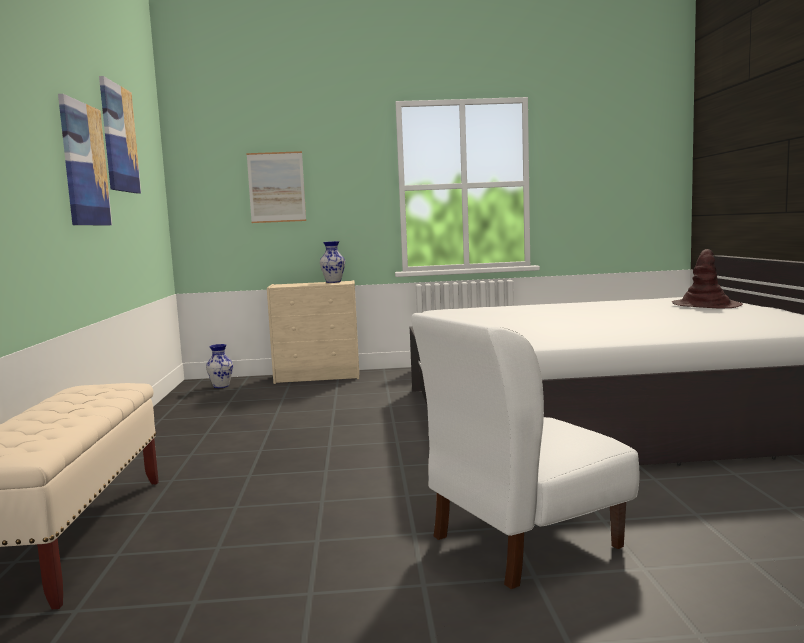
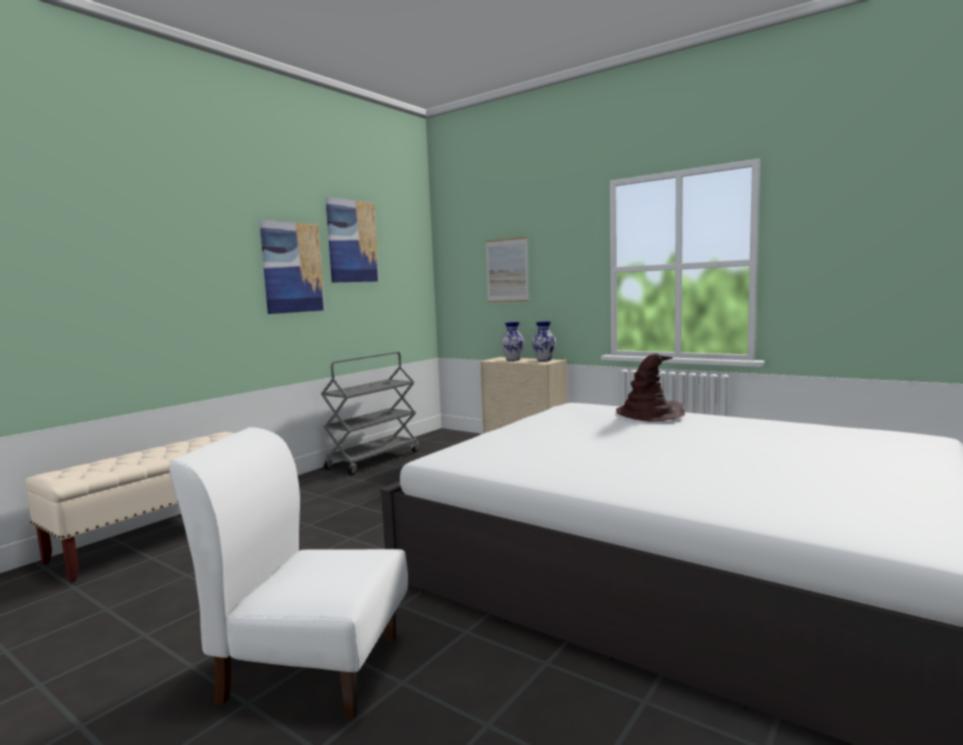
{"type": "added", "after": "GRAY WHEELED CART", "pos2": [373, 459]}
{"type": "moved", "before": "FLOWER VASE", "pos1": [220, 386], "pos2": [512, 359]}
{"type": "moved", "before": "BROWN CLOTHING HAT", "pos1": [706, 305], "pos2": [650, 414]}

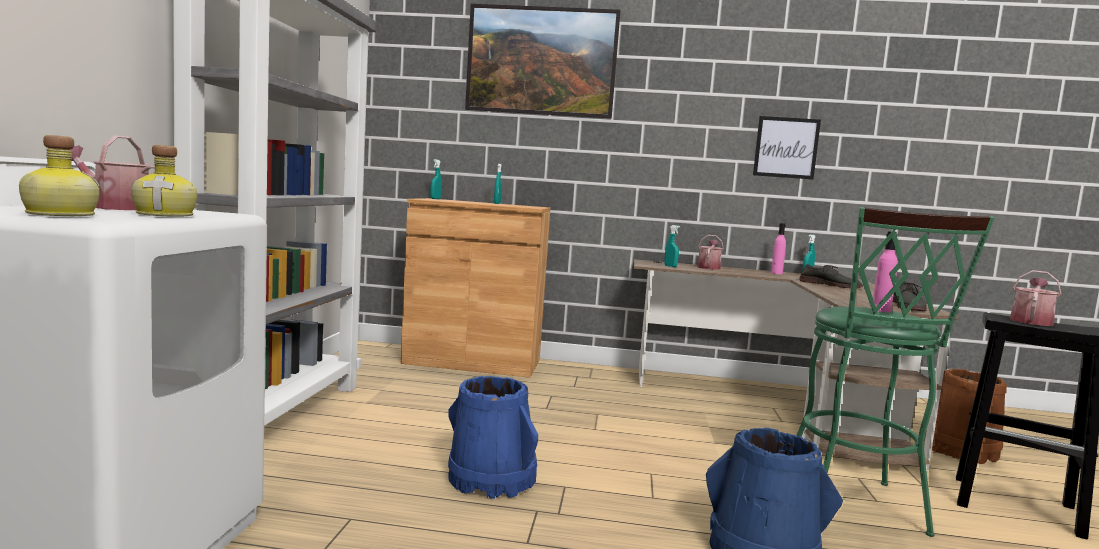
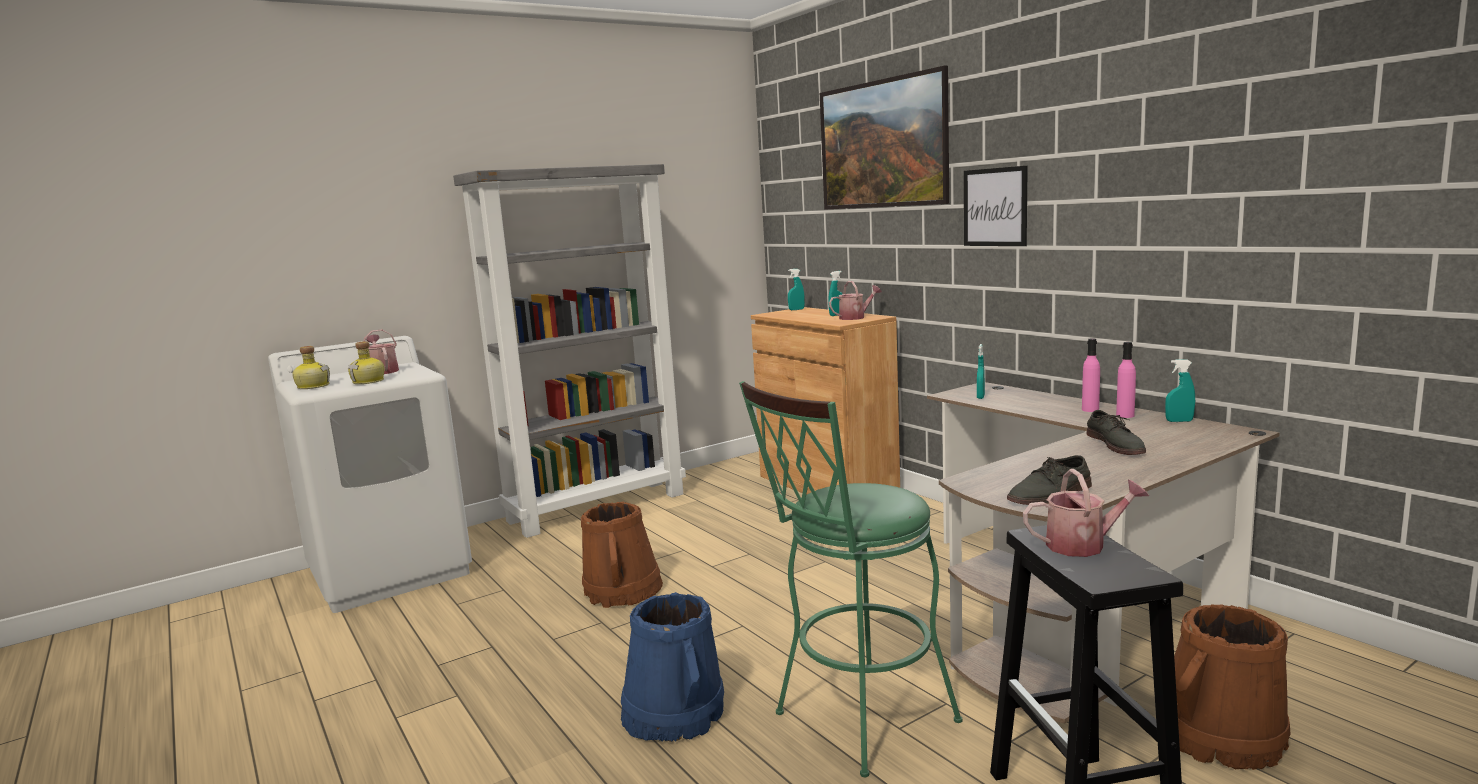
{"type": "recoloured", "before": "BLUE-COLOURED PAIL", "after": "BROWN PAIL", "pos1": [491, 478], "pos2": [623, 590]}
{"type": "moved", "before": "SPRINKLING CAN", "pos1": [709, 267], "pos2": [855, 317]}
{"type": "moved", "before": "WALL ART", "pos1": [786, 147], "pos2": [995, 207]}
{"type": "moved", "before": "PINK-COLOURED BOTTLE", "pos1": [881, 310], "pos2": [1090, 410]}

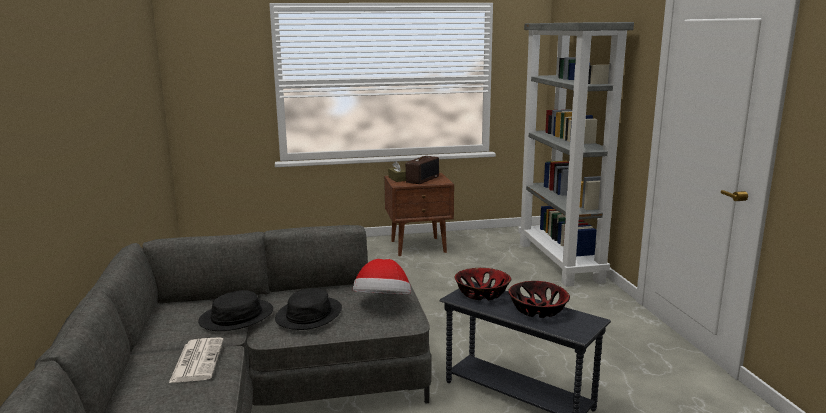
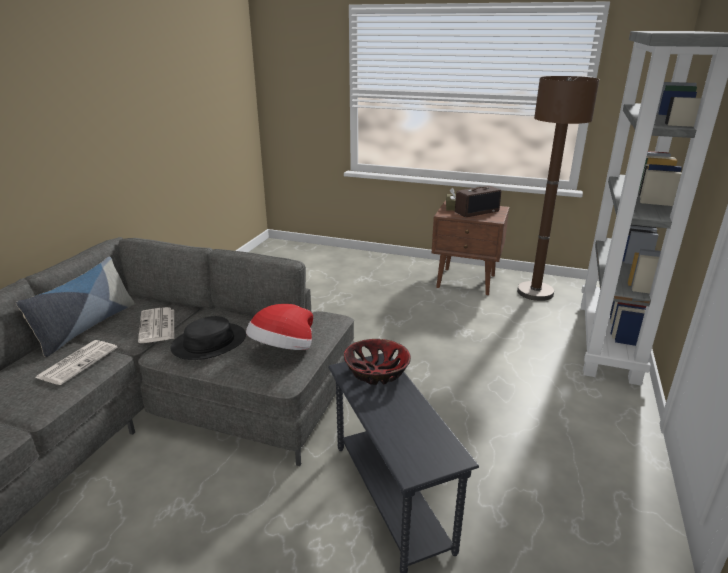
{"type": "added", "after": "CUSHION", "pos2": [86, 327]}
{"type": "replaced", "before": "BLACKISH CLOTHING HAT", "after": "PRINTED PAPER", "pos1": [236, 317], "pos2": [157, 326]}
{"type": "added", "after": "BROWN FLOOR LAMP", "pos2": [535, 292]}
{"type": "removed", "before": "BOWL", "pos1": [538, 310]}

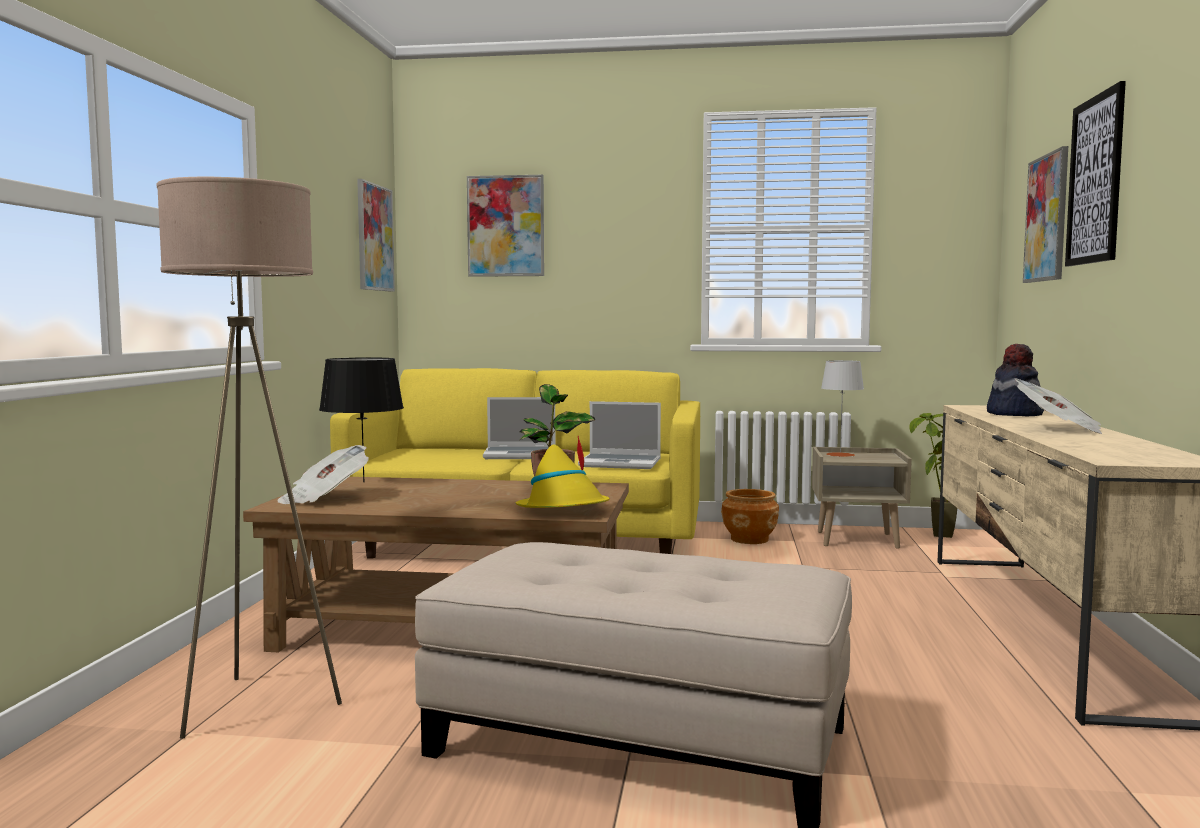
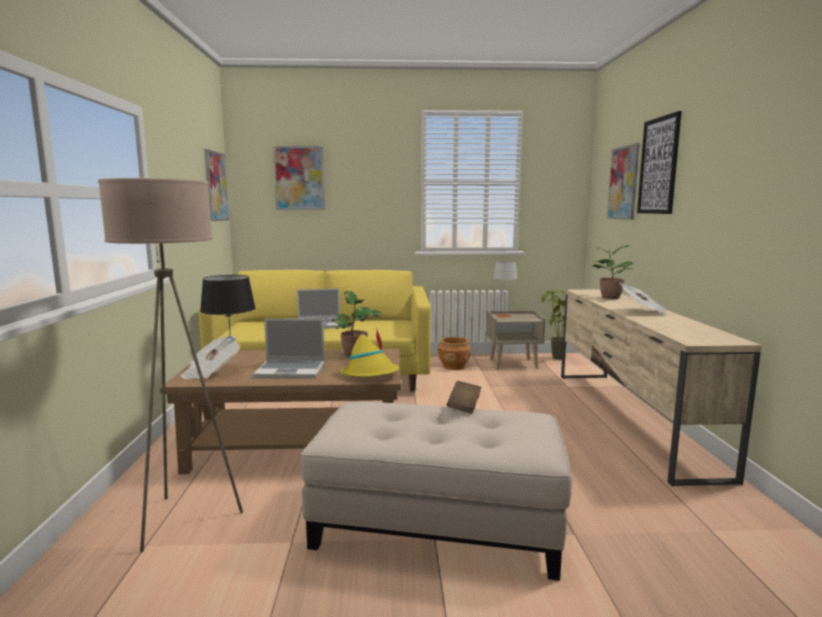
{"type": "moved", "before": "LAPTOP", "pos1": [621, 463], "pos2": [291, 370]}
{"type": "added", "after": "BROWN BOUND BOOK", "pos2": [464, 406]}
{"type": "replaced", "before": "CLOTHING HAT", "after": "POTTED PLANT", "pos1": [1013, 414], "pos2": [609, 297]}

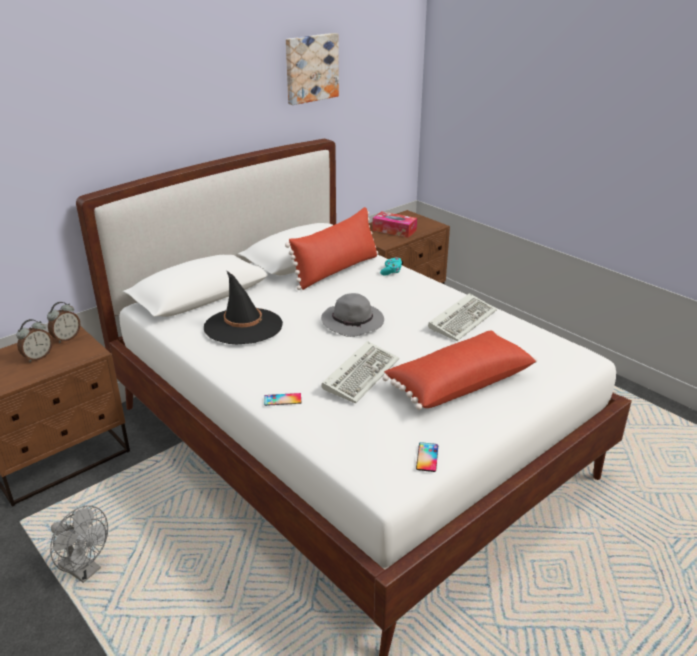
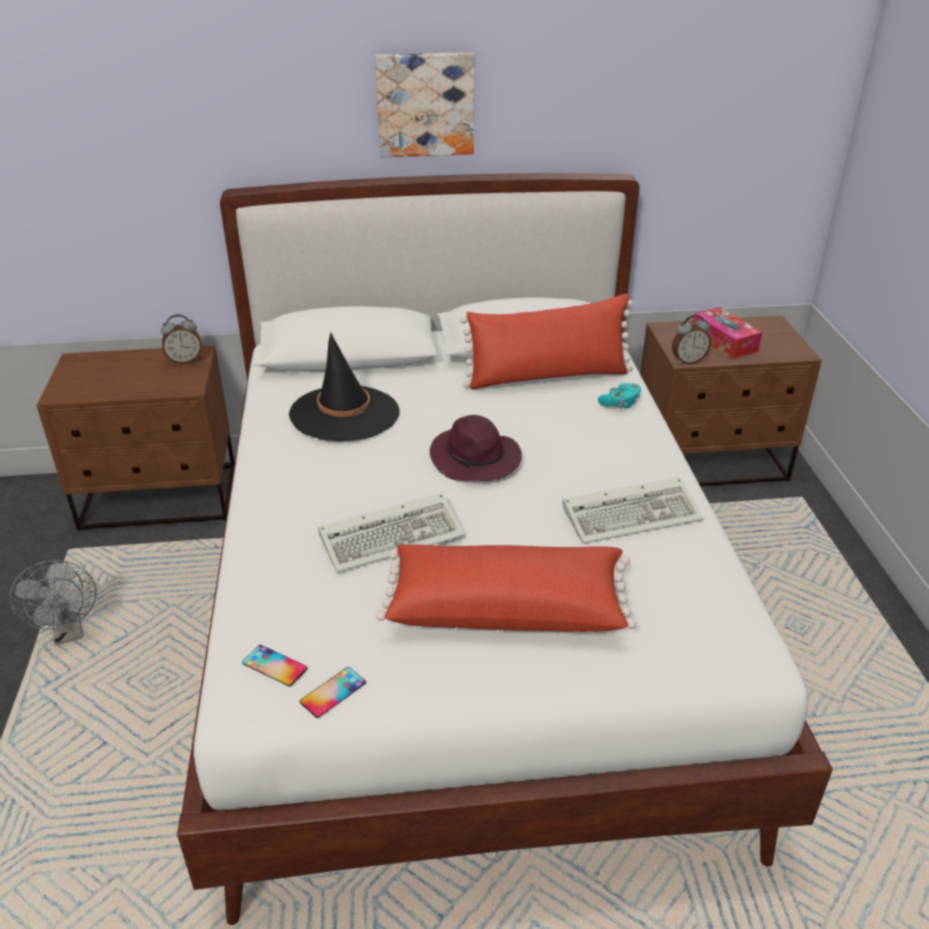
{"type": "moved", "before": "TELEPHONE", "pos1": [282, 399], "pos2": [274, 666]}
{"type": "moved", "before": "WALL ART", "pos1": [310, 68], "pos2": [425, 104]}
{"type": "recoloured", "before": "GRAY CLOTHING HAT", "after": "PURPLE CLOTHING HAT", "pos1": [353, 323], "pos2": [476, 460]}
{"type": "moved", "before": "TABLE CLOCK", "pos1": [38, 357], "pos2": [688, 361]}

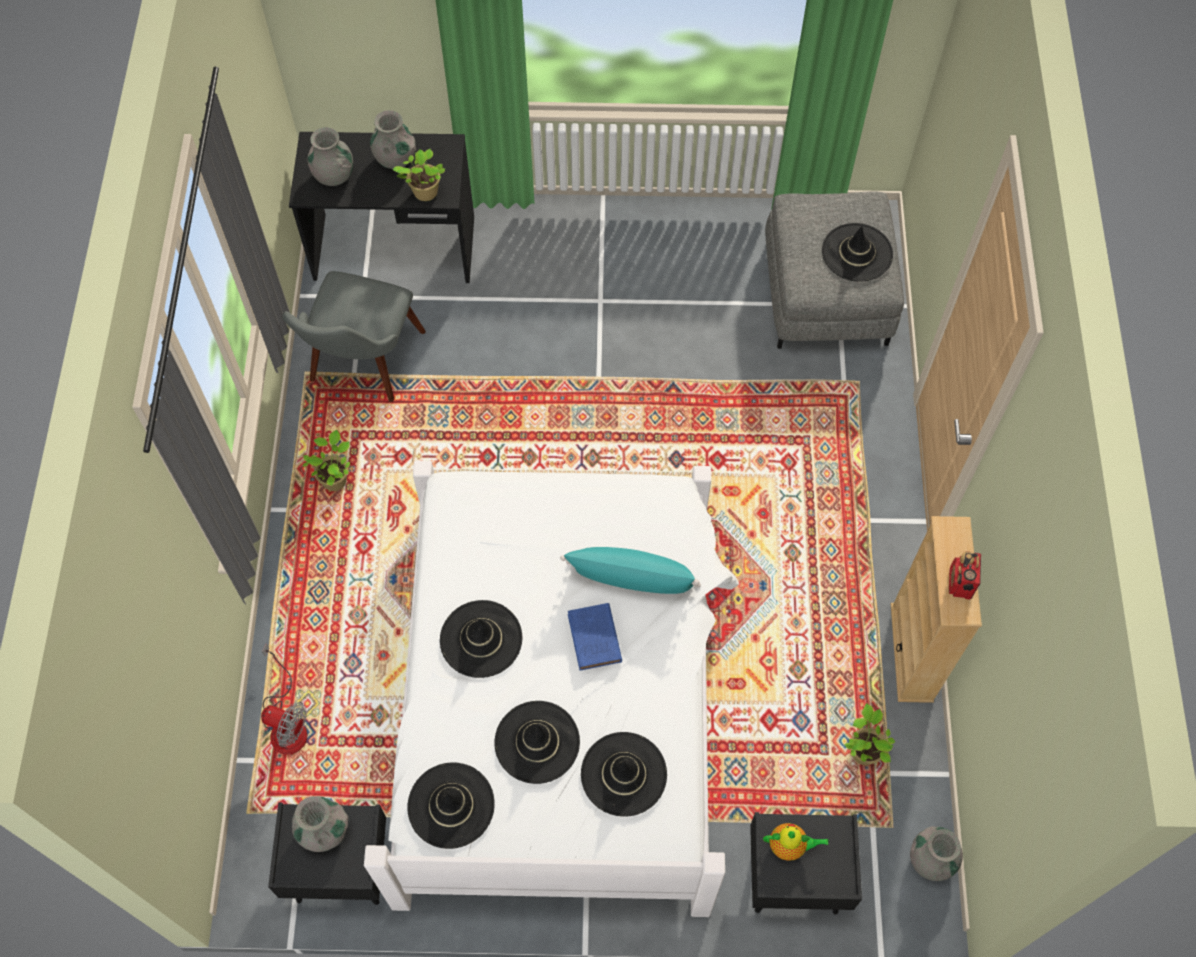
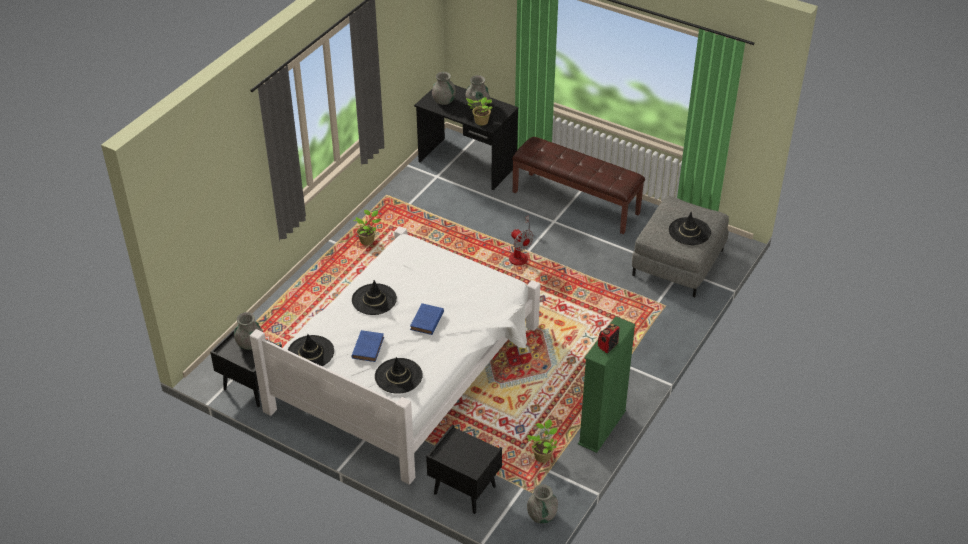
{"type": "replaced", "before": "BLACKISH CLOTHING HAT", "after": "BLUE-COLOURED BOUND BOOK", "pos1": [537, 742], "pos2": [368, 347]}
{"type": "moved", "before": "FAN", "pos1": [286, 723], "pos2": [520, 254]}
{"type": "added", "after": "BROWN LONG SEAT", "pos2": [576, 202]}
{"type": "recoloured", "before": "BEIGE BOOKCASE", "after": "GREEN BOOKCASE", "pos1": [912, 652], "pos2": [602, 427]}
{"type": "removed", "before": "GRAY CHAIR", "pos1": [361, 368]}
{"type": "removed", "before": "TURQUOISE-COLOURED CUSHION", "pos1": [631, 579]}
{"type": "removed", "before": "POT FOR TEA", "pos1": [789, 846]}

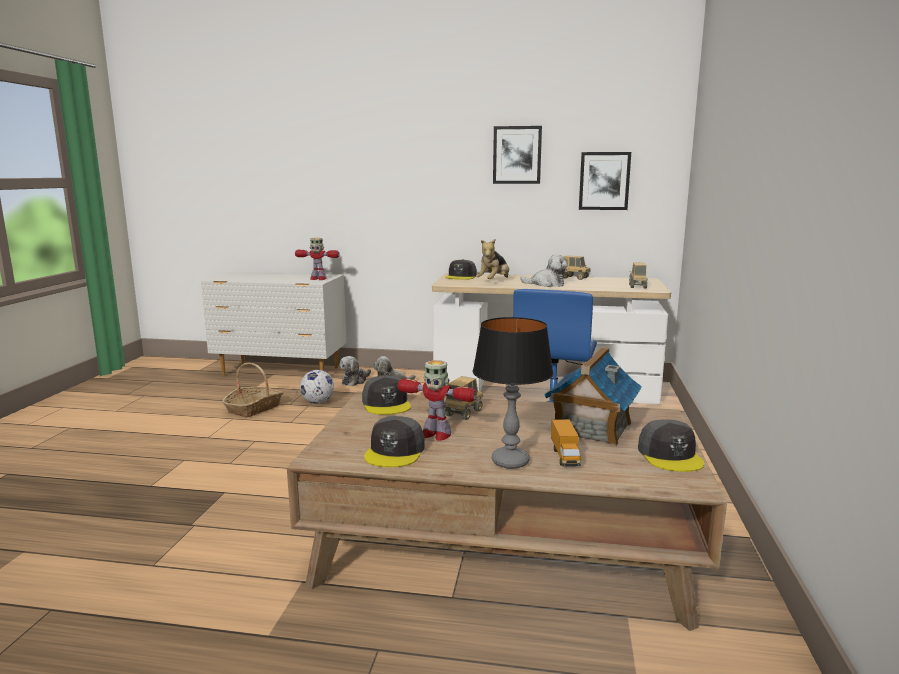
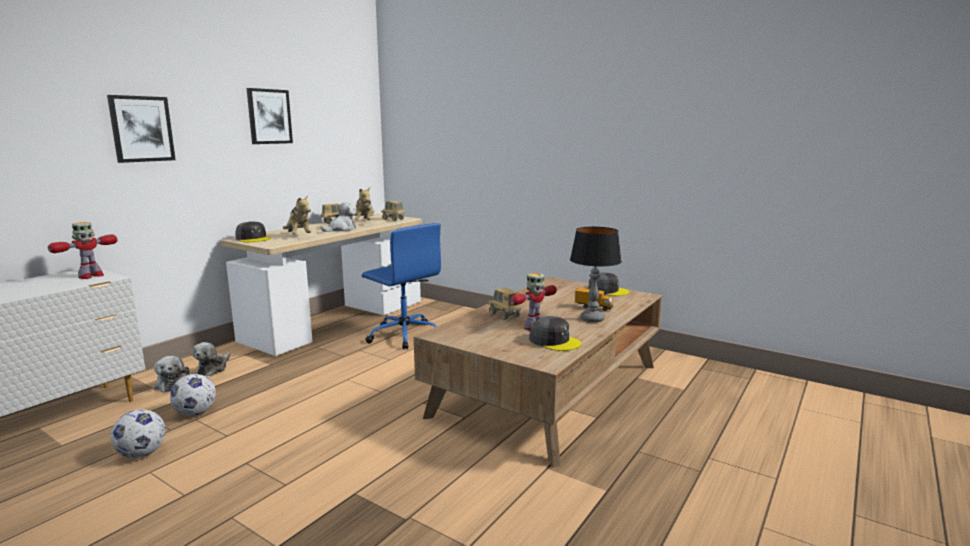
{"type": "moved", "before": "WALL ART", "pos1": [604, 181], "pos2": [141, 129]}
{"type": "replaced", "before": "STORAGE BASKET", "after": "FOOTBALL", "pos1": [254, 408], "pos2": [142, 453]}
{"type": "added", "after": "CUDDLY TOY", "pos2": [365, 222]}
{"type": "removed", "before": "GRAY CAP", "pos1": [386, 404]}
{"type": "removed", "before": "MODEL HOUSE", "pos1": [591, 428]}

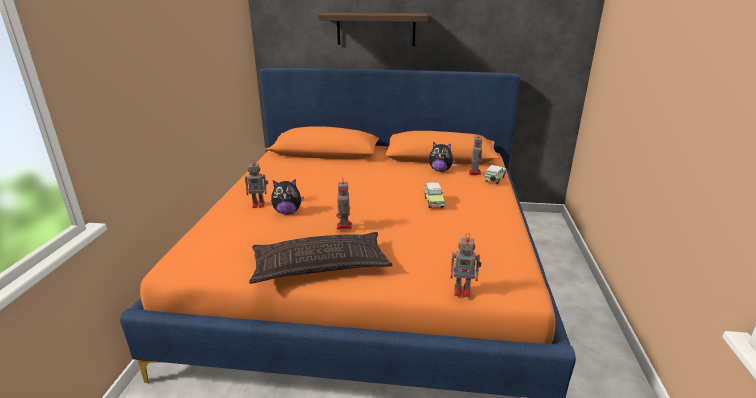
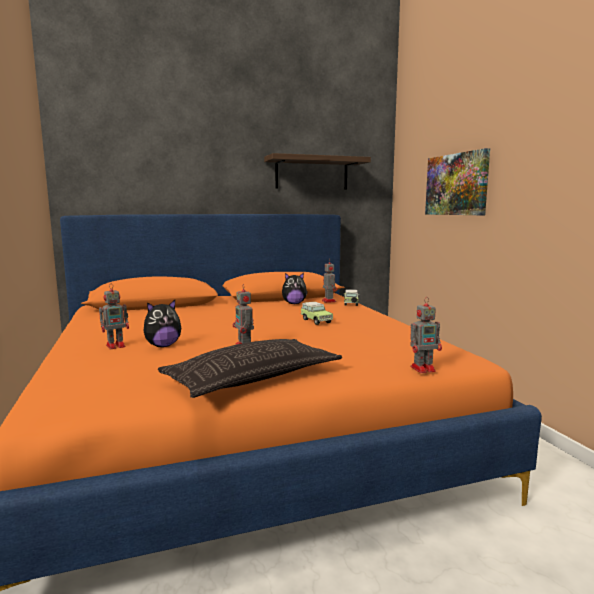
{"type": "moved", "before": "BRACKET SHELF", "pos1": [376, 29], "pos2": [311, 173]}
{"type": "added", "after": "WALL ART", "pos2": [456, 184]}

